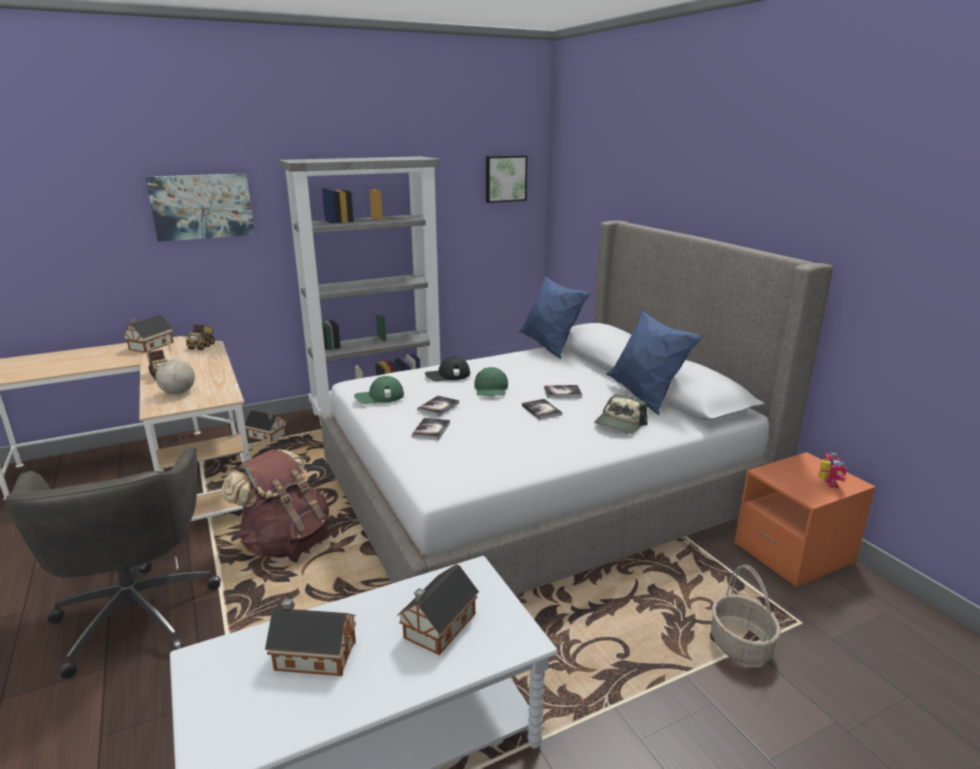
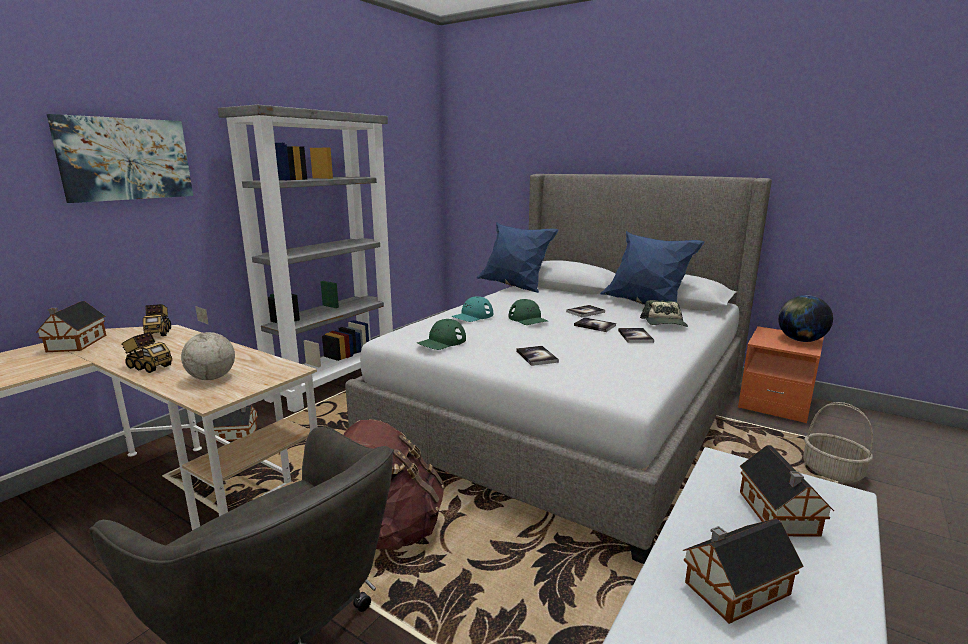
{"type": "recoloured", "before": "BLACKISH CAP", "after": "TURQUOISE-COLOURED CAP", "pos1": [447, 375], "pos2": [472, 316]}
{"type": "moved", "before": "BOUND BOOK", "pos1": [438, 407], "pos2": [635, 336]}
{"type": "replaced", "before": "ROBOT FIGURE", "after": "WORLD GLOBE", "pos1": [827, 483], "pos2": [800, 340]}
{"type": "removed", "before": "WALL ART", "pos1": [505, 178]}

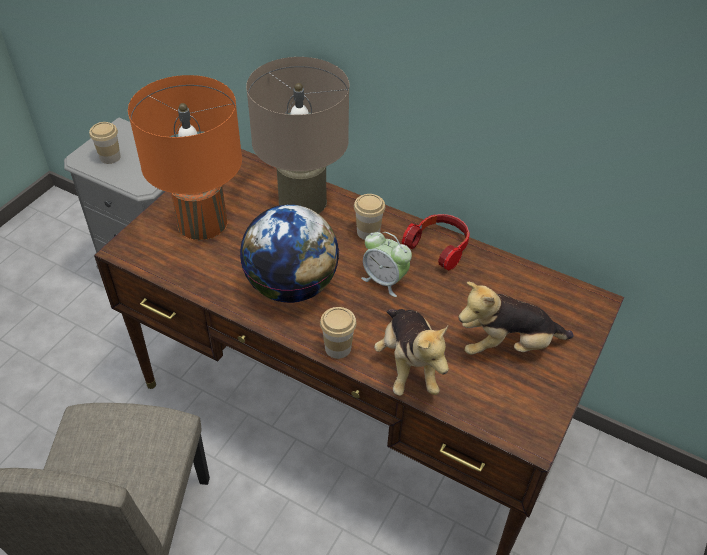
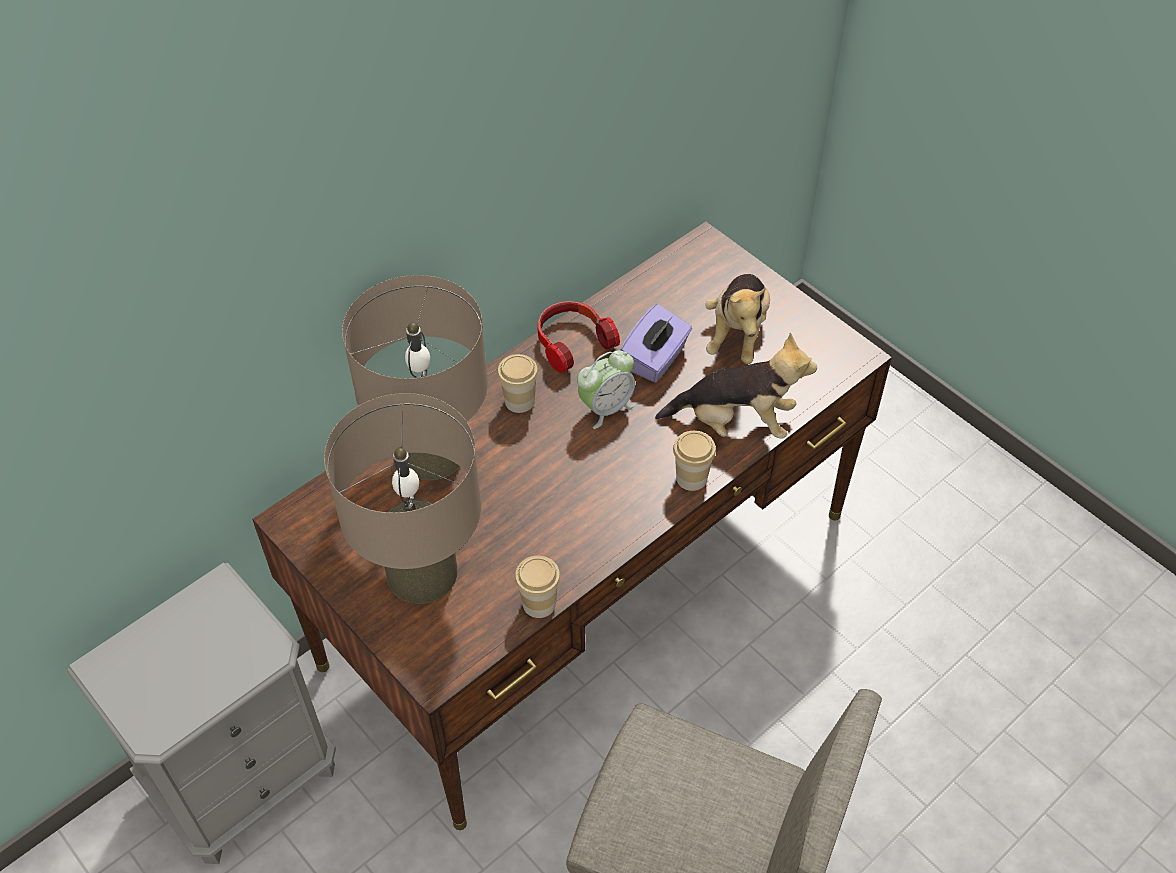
{"type": "recoloured", "before": "ORANGEY TABLE LAMP", "after": "BEIGE TABLE LAMP", "pos1": [202, 223], "pos2": [422, 572]}
{"type": "moved", "before": "SMALL CUP", "pos1": [110, 157], "pos2": [539, 603]}
{"type": "added", "after": "PURPLE TISSUE BOX", "pos2": [656, 359]}
{"type": "removed", "before": "WORLD GLOBE", "pos1": [292, 287]}

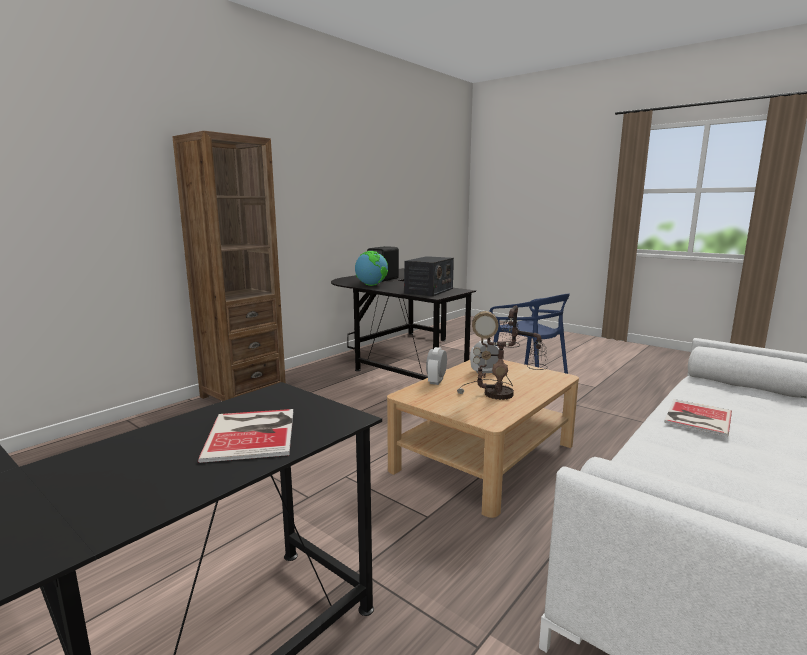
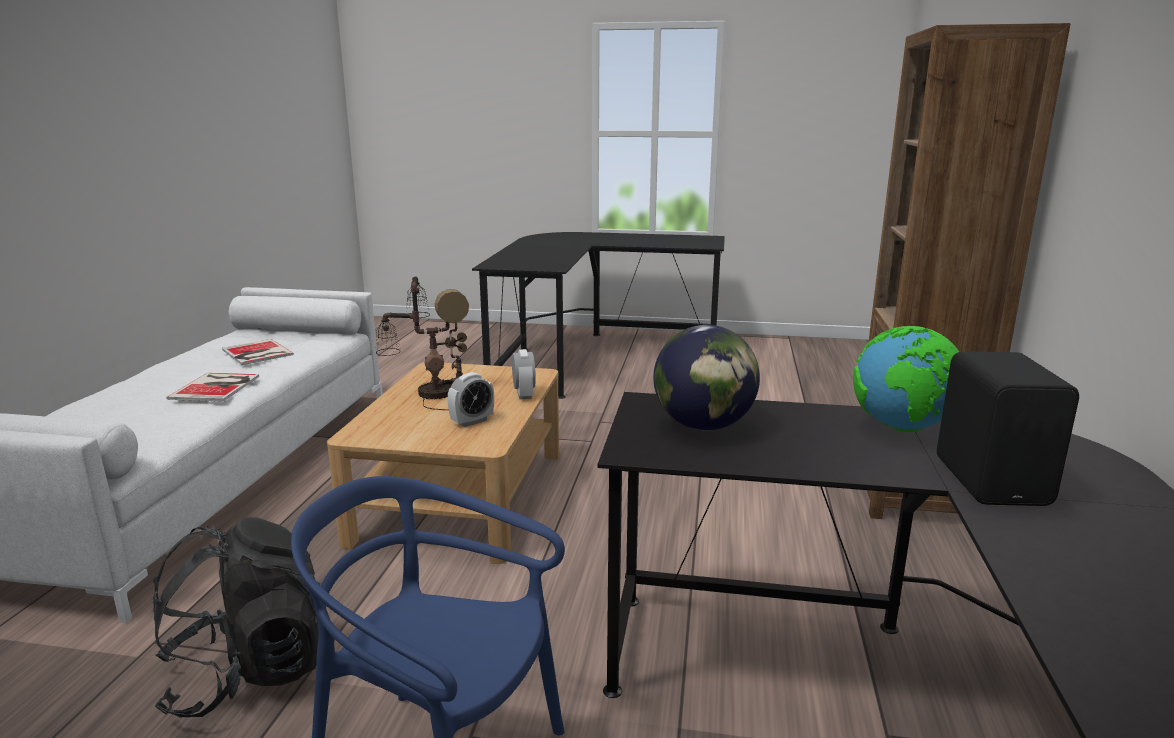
{"type": "added", "after": "BLACKISH KNAPSACK", "pos2": [249, 672]}
{"type": "moved", "before": "BOUND BOOK", "pos1": [253, 433], "pos2": [256, 353]}
{"type": "replaced", "before": "RADIO RECEIVER", "after": "WORLD GLOBE", "pos1": [429, 291], "pos2": [703, 426]}

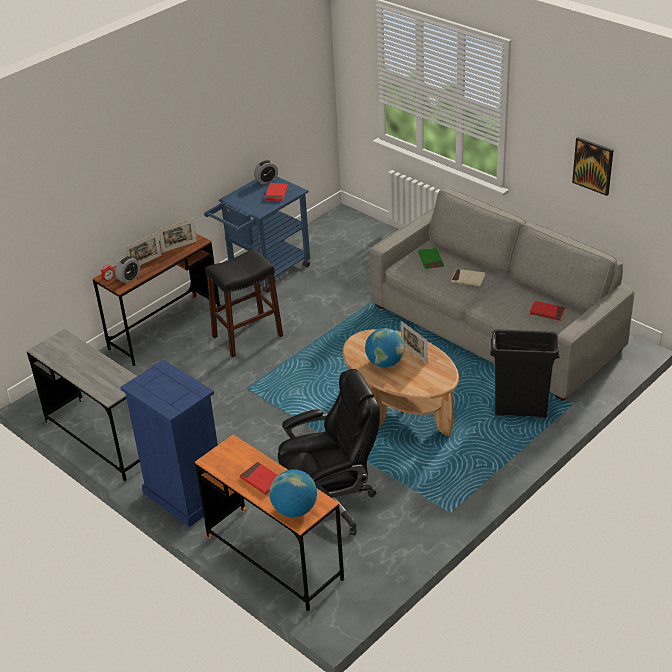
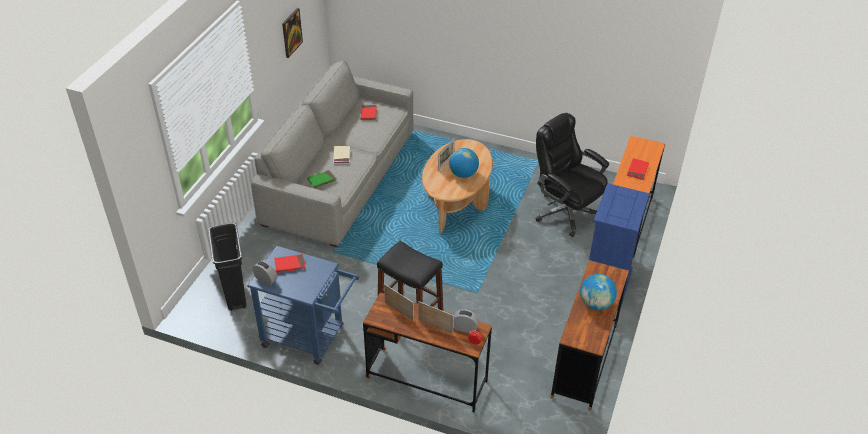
{"type": "moved", "before": "BLACKISH WASTE BIN", "pos1": [521, 410], "pos2": [235, 294]}
{"type": "recoloured", "before": "GRAY DESK TABLE", "after": "BROWN DESK TABLE", "pos1": [102, 439], "pos2": [584, 361]}
{"type": "moved", "before": "WORLD GLOBE", "pos1": [294, 510], "pos2": [596, 304]}

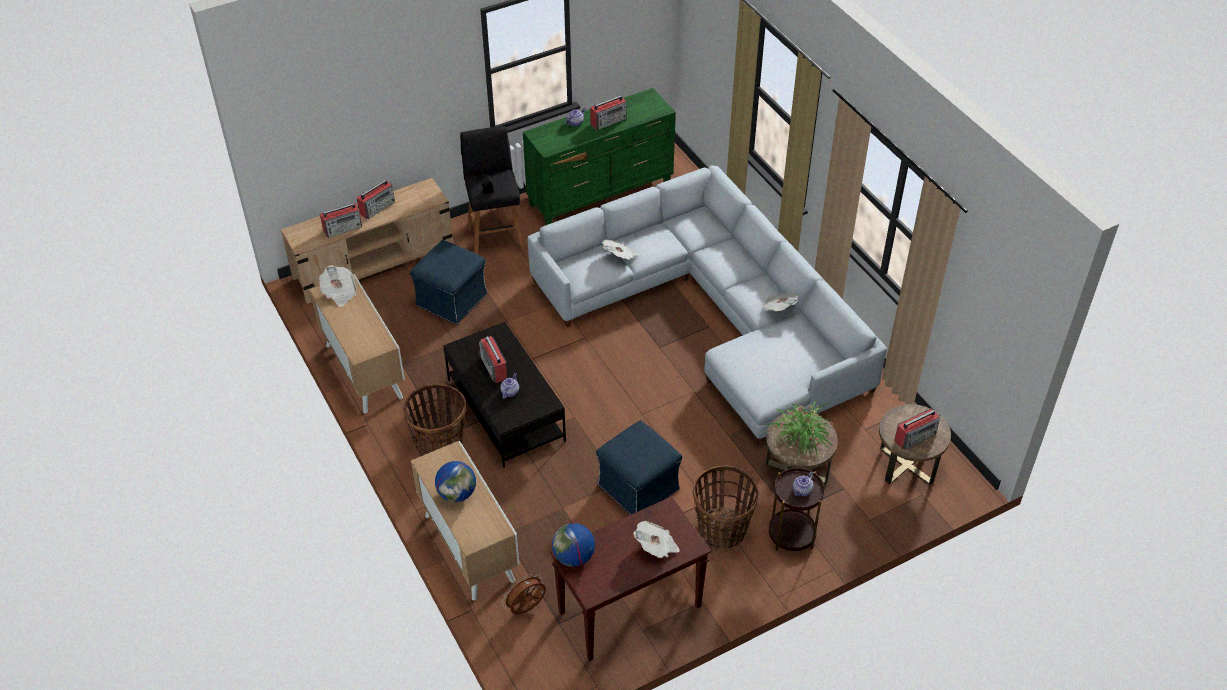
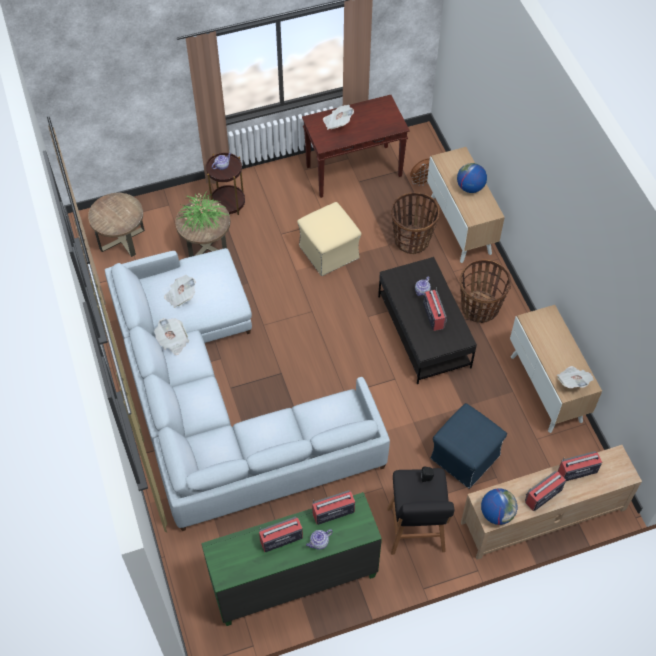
{"type": "moved", "before": "PRINTED PAPER", "pos1": [620, 256], "pos2": [180, 296]}
{"type": "recoloured", "before": "BLUE-COLOURED FOOTREST", "after": "BEIGE FOOTREST", "pos1": [637, 486], "pos2": [329, 252]}
{"type": "moved", "before": "RADIO RECEIVER", "pos1": [915, 436], "pos2": [332, 512]}
{"type": "moved", "before": "STORAGE BASKET", "pos1": [722, 530], "pos2": [412, 240]}
{"type": "moved", "before": "WORLD GLOBE", "pos1": [573, 557], "pos2": [496, 513]}

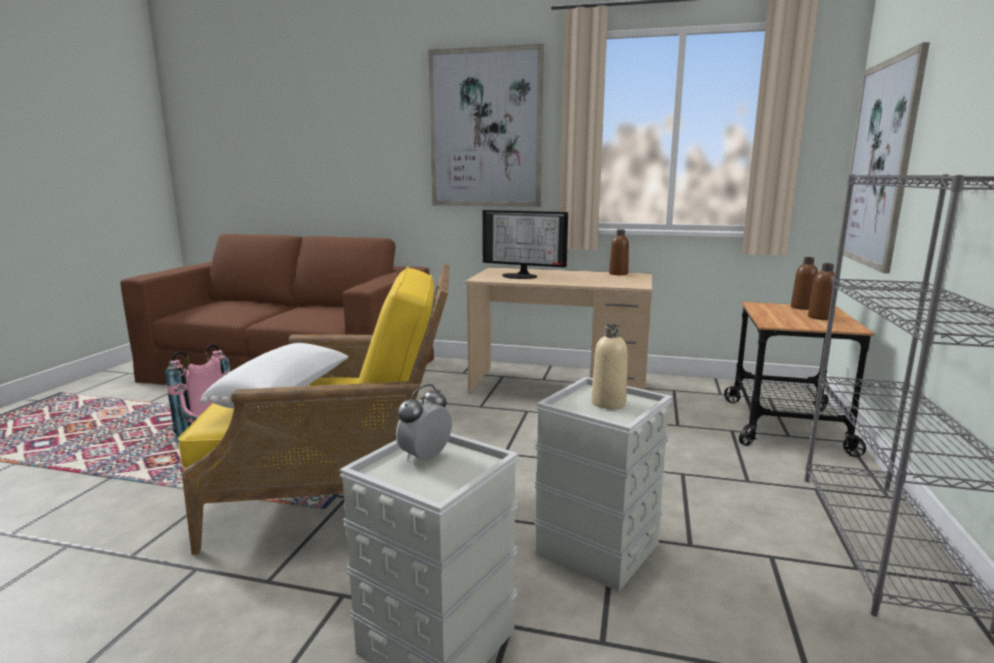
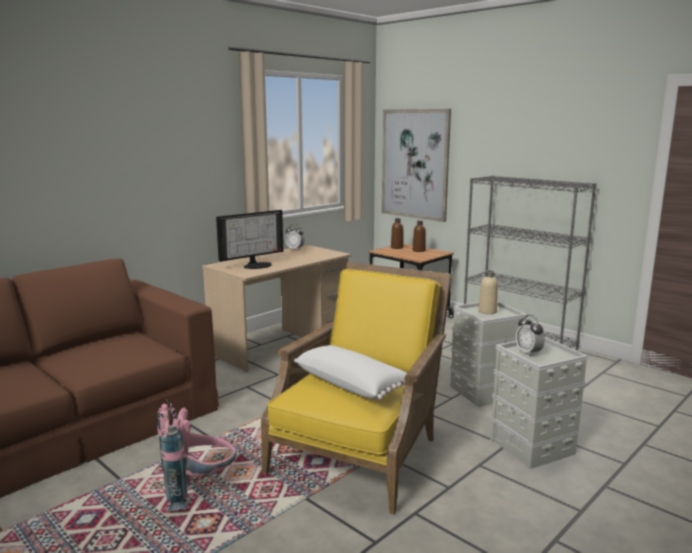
{"type": "replaced", "before": "BROWN BOTTLE", "after": "TABLE CLOCK", "pos1": [618, 274], "pos2": [295, 249]}
{"type": "removed", "before": "WALL ART", "pos1": [485, 129]}

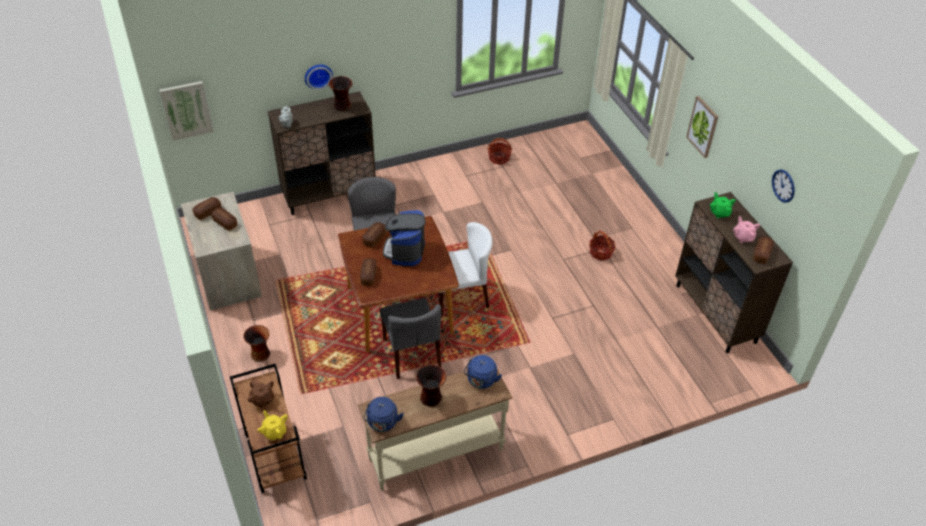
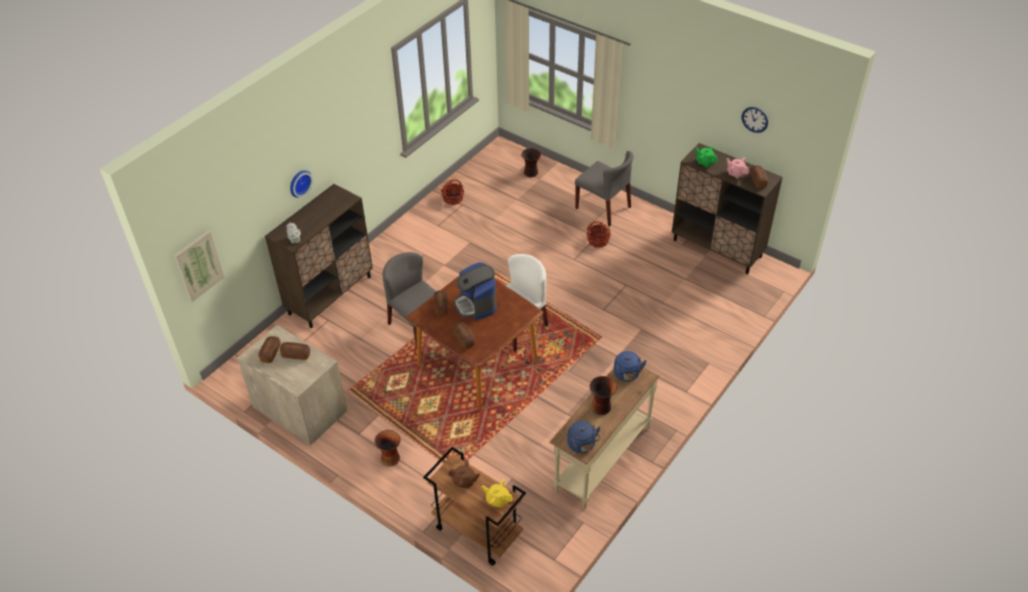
{"type": "moved", "before": "FLOWER VASE", "pos1": [342, 106], "pos2": [531, 172]}
{"type": "moved", "before": "GRAY CHAIR", "pos1": [412, 353], "pos2": [603, 208]}
{"type": "removed", "before": "WALL ART", "pos1": [703, 126]}

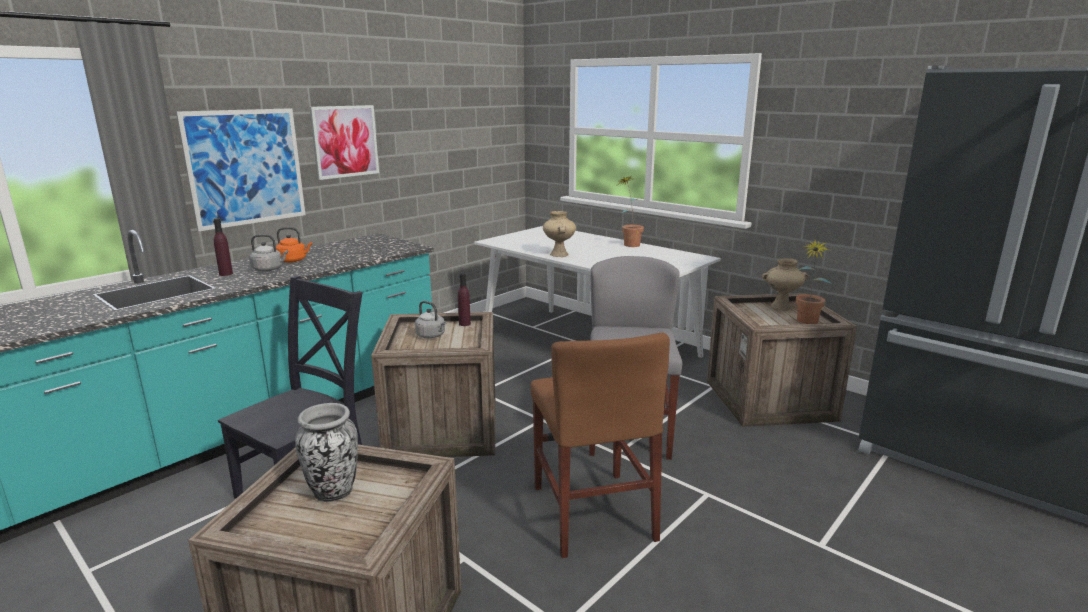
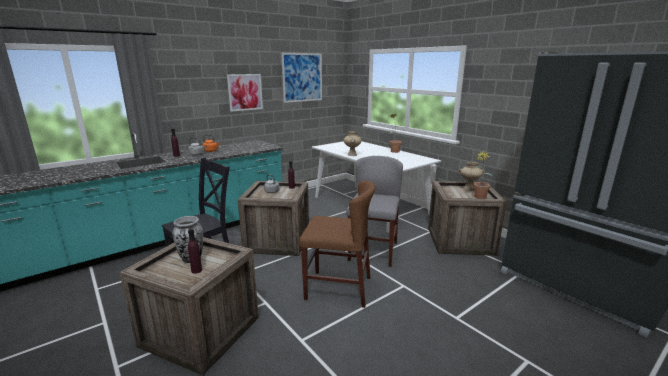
{"type": "added", "after": "PURPLE BOTTLE", "pos2": [196, 270]}
{"type": "moved", "before": "WALL ART", "pos1": [245, 167], "pos2": [302, 77]}
{"type": "turned", "before": "BROWN CHAIR", "pos1": [592, 512], "pos2": [338, 288], "turn": -75}

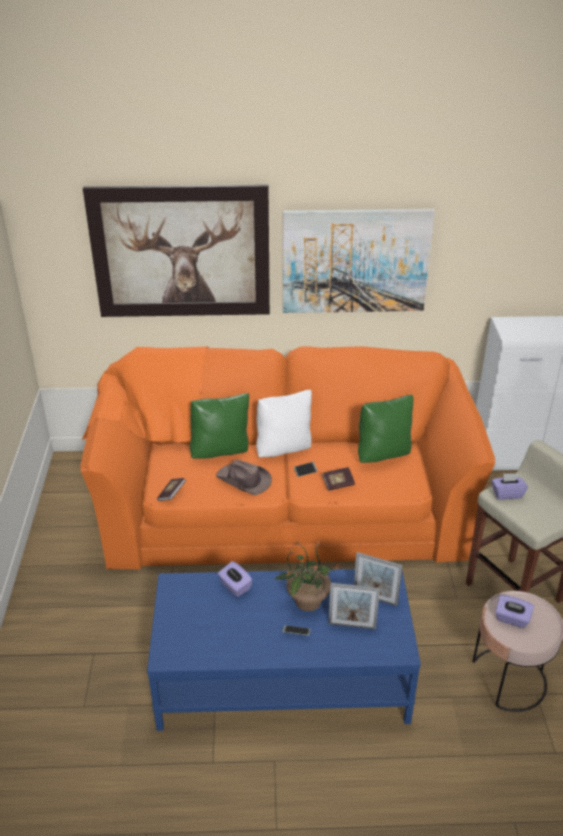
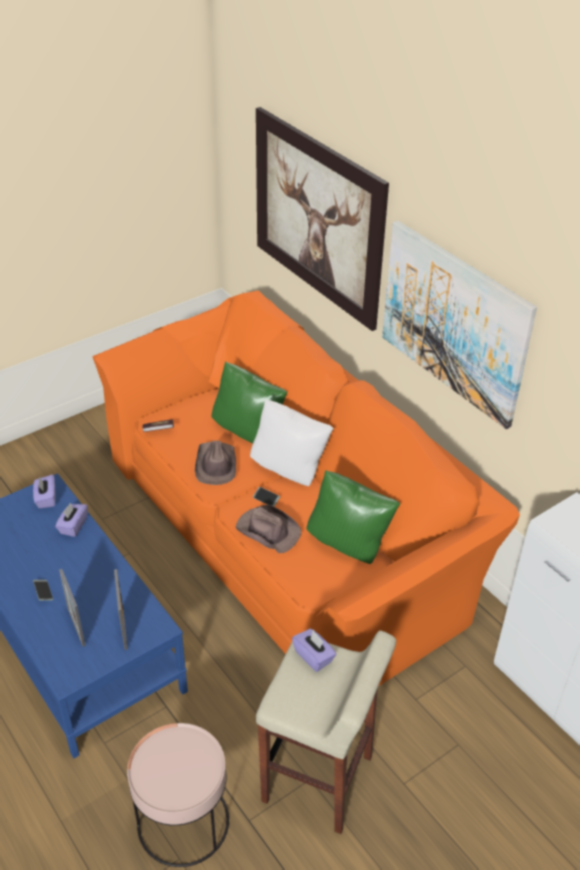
{"type": "moved", "before": "PURPLE TISSUE BOX", "pos1": [512, 619], "pos2": [46, 499]}
{"type": "replaced", "before": "BOUND BOOK", "after": "BROWN CLOTHING HAT", "pos1": [338, 484], "pos2": [268, 530]}
{"type": "removed", "before": "POTTED PLANT", "pos1": [307, 601]}

